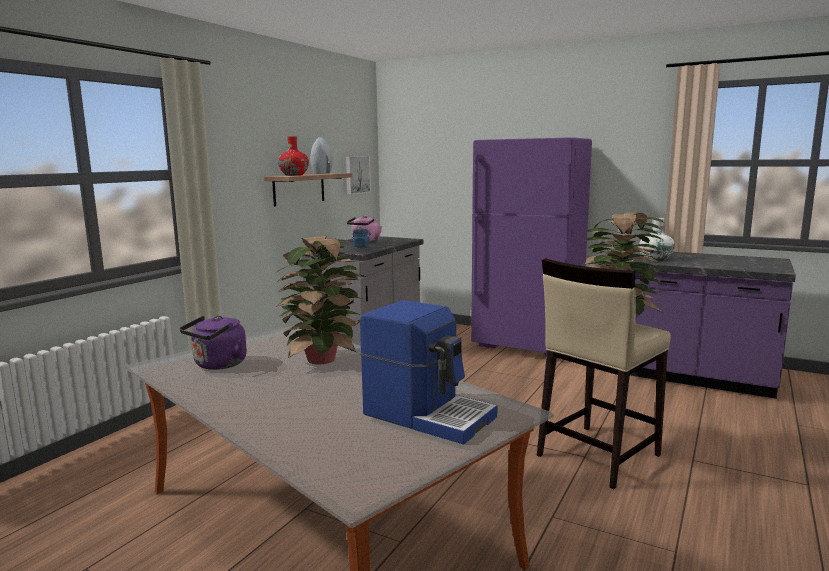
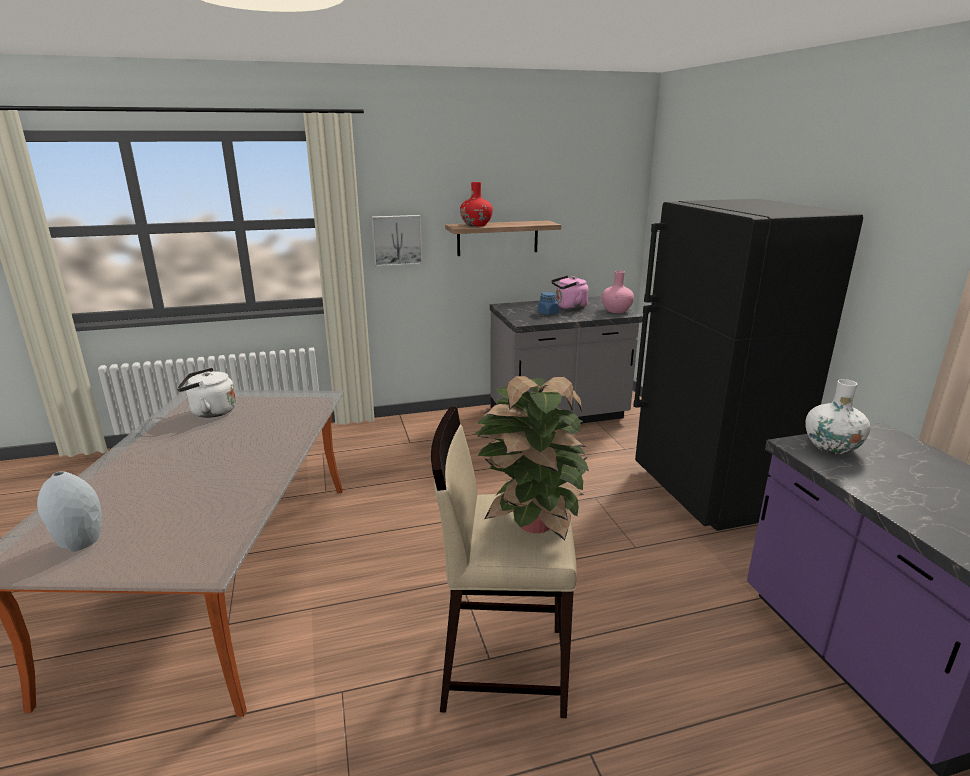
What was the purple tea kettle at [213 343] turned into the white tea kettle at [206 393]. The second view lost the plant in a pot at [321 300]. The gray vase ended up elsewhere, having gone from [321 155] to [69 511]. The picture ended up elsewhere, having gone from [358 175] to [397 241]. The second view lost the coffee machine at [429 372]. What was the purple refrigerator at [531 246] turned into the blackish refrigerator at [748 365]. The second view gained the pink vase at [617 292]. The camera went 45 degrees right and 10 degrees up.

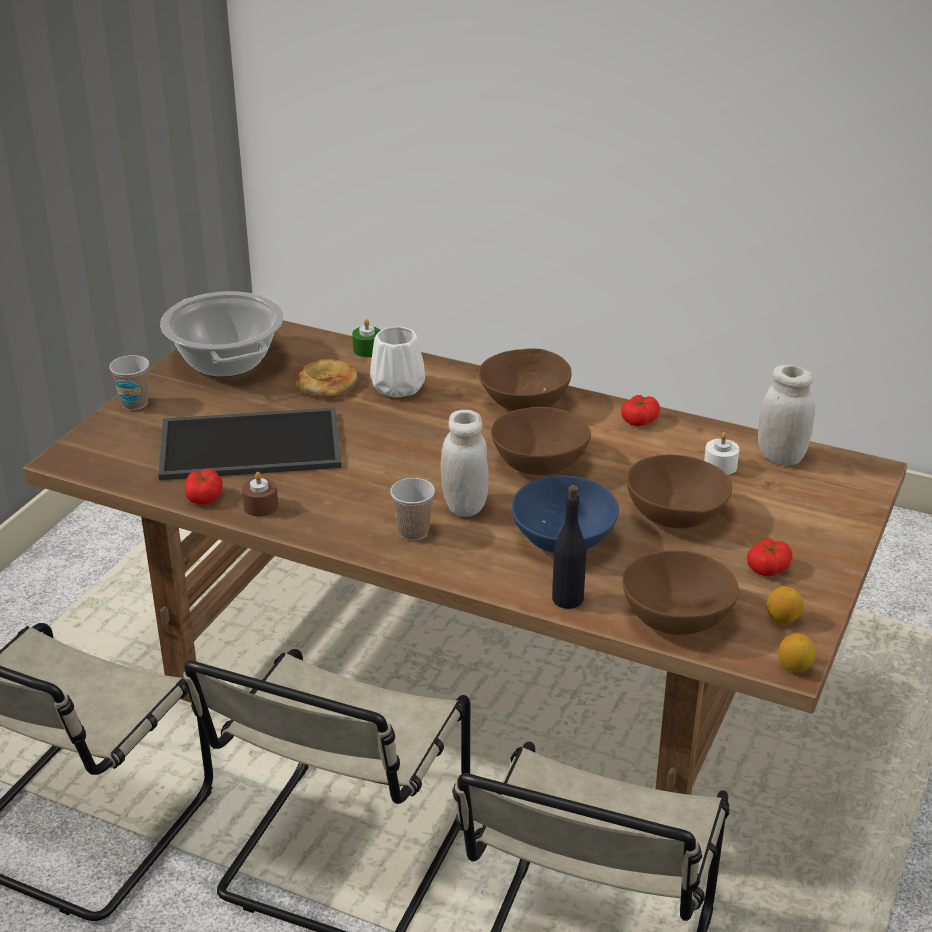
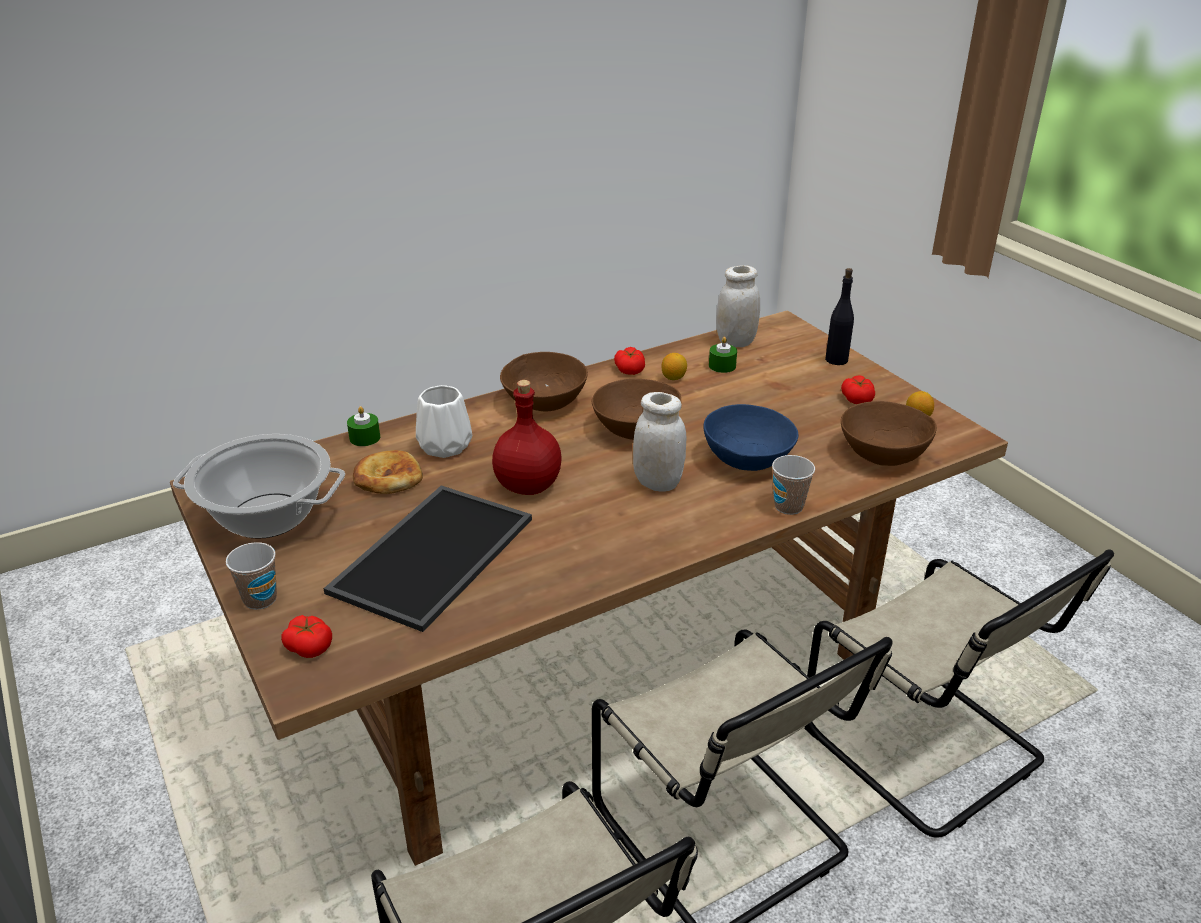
The whole tomato ended up elsewhere, having gone from [204 487] to [306 636]. The second view lost the brown candle at [260 494]. The small cup ended up elsewhere, having gone from [412 509] to [793 485]. The blackish drink bottle ended up elsewhere, having gone from [569 547] to [839 316]. The second view lost the brown serving bowl at [679 491]. What was the white candle at [721 453] turned into the green-coloured candle at [723 355]. The citrus fruit ended up elsewhere, having gone from [797 653] to [674 366]. The second view gained the red-coloured drink bottle at [527 437]. The camera went 55 degrees left and 0 degrees up.

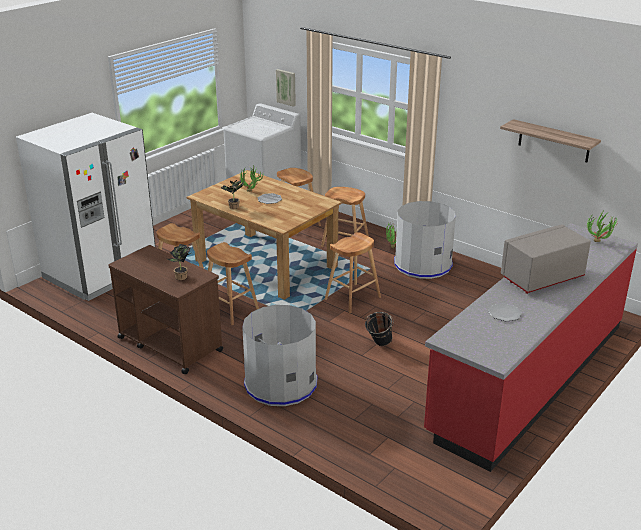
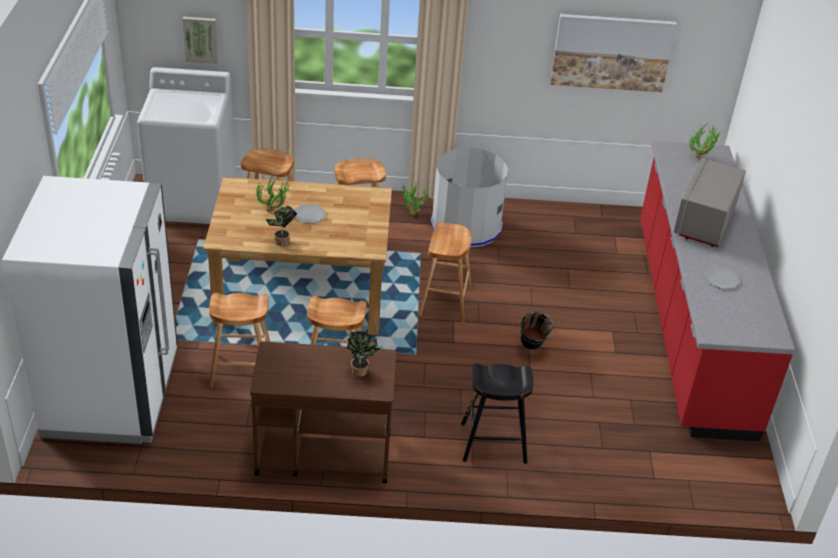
Where the gray waste bin stood at [279 355], the blackish sitting stool came to stand at [497 413]. Where the shelf hung at [550 140], the picture came to hang at [613 53]. The camera went 40 degrees left and 10 degrees up.

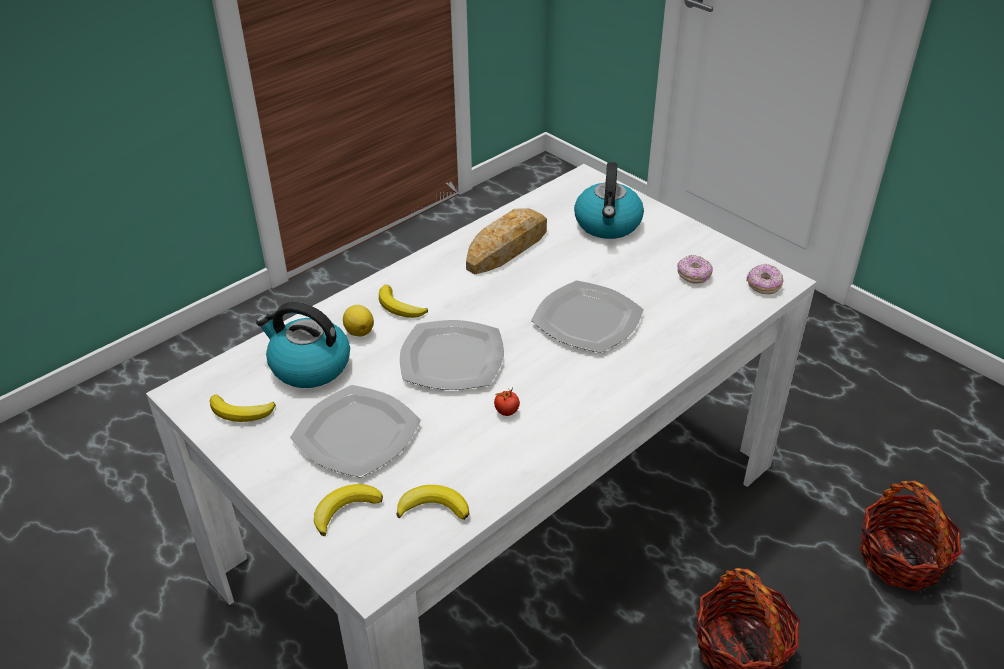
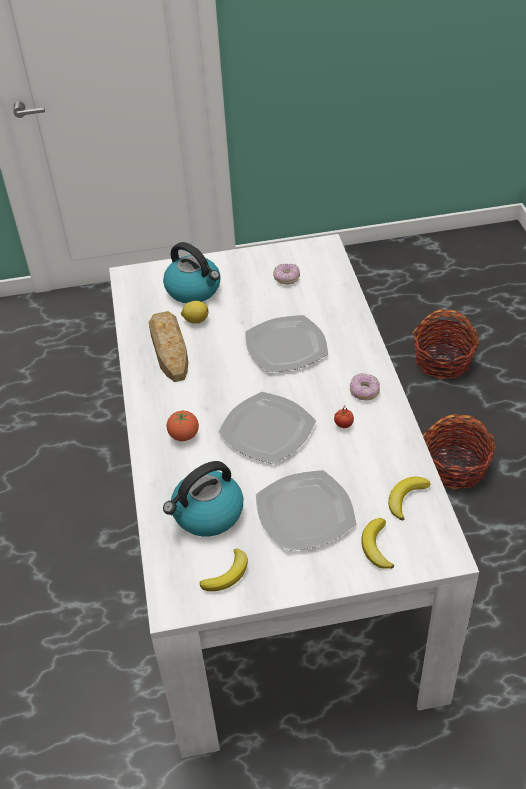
The citrus fruit ended up elsewhere, having gone from [358 321] to [195 312]. Where the banana fruit stood at [403 301], the whole tomato came to stand at [183 426]. The doughnut ended up elsewhere, having gone from [764 279] to [365 386]. The camera went 55 degrees left and 5 degrees up.

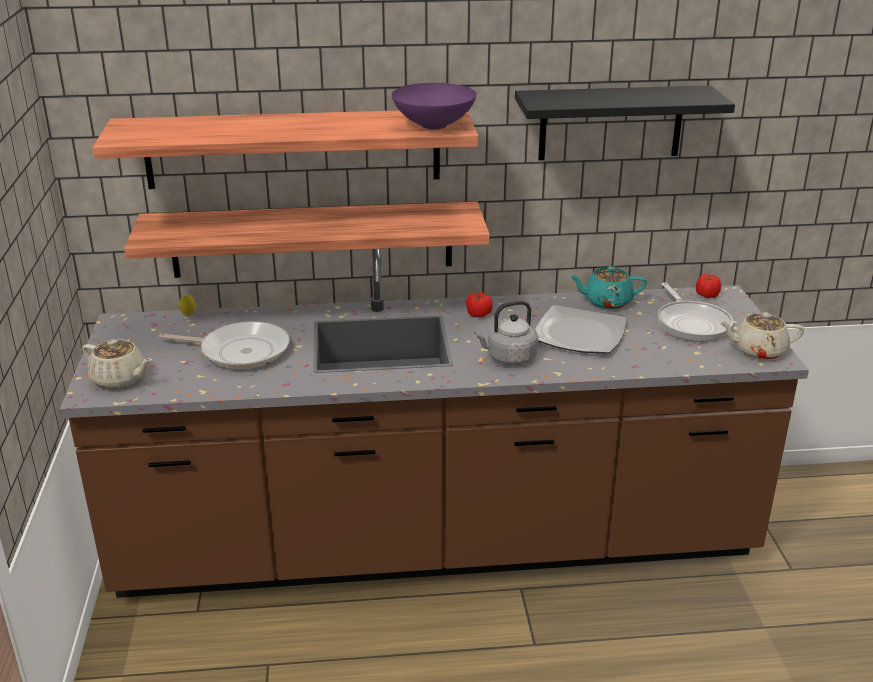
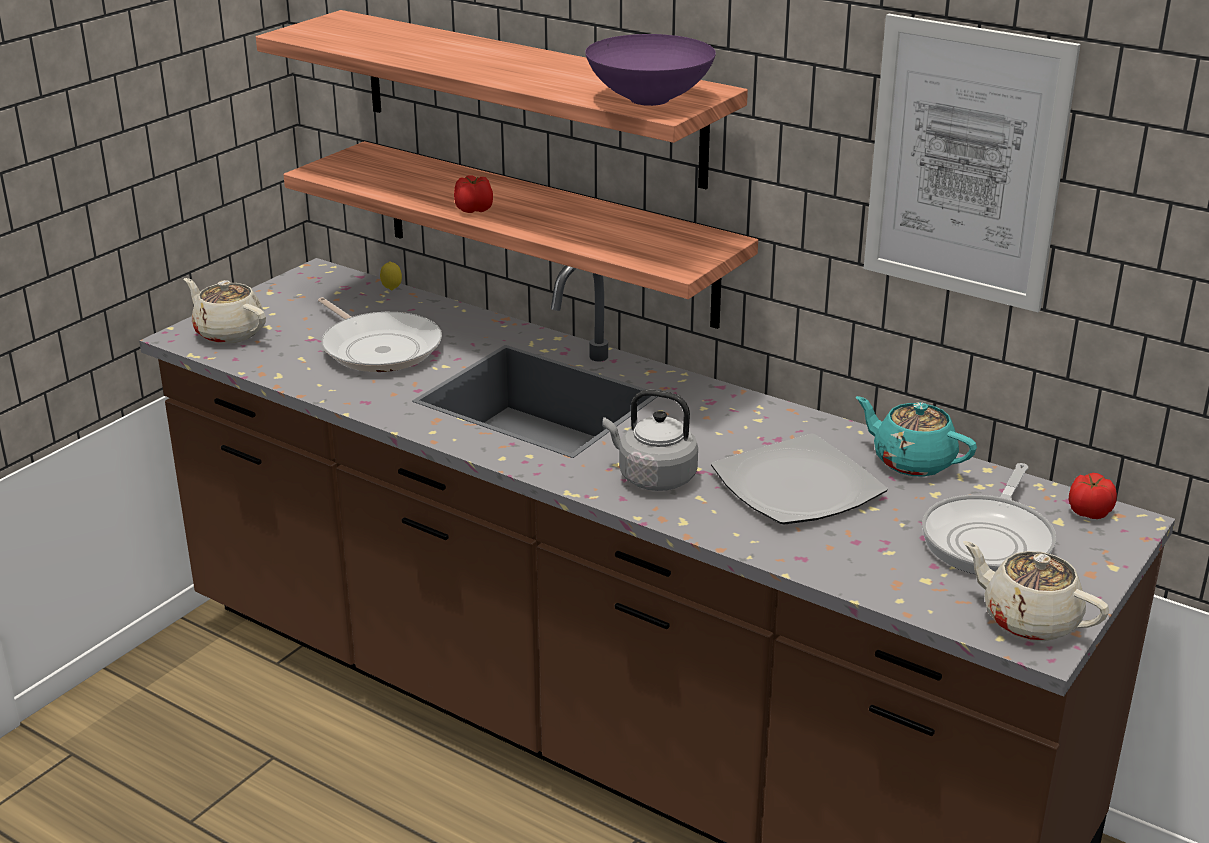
The beige-coloured pot for tea at [117 364] ended up facing another way, 150 degrees clockwise from before. The whole tomato ended up elsewhere, having gone from [479 305] to [473 194]. Where the blackish shelf hung at [625 122], the picture came to hang at [972 163]. The camera went 40 degrees right and 0 degrees up.

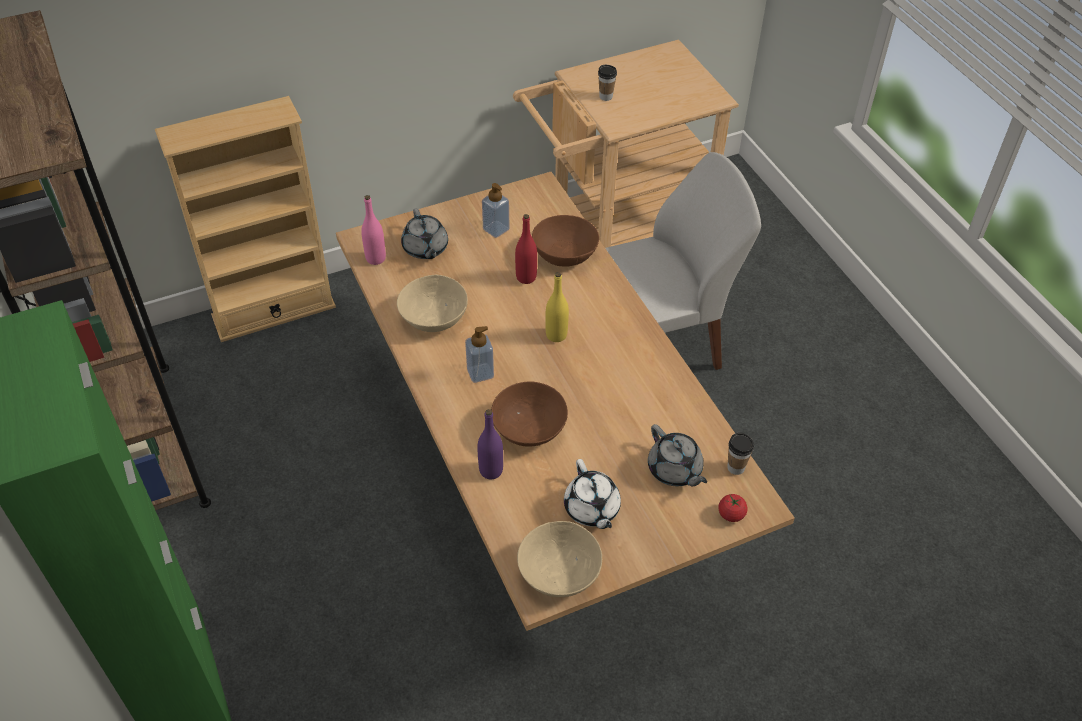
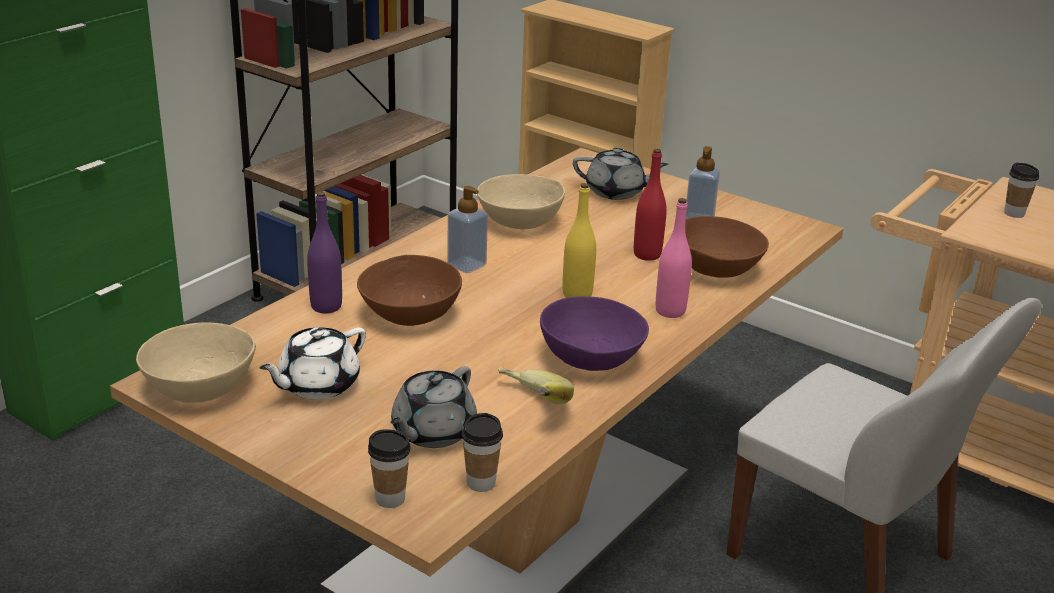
The pink drink bottle ended up elsewhere, having gone from [373 230] to [674 258]. The gray pot for tea at [424 233] ended up facing another way, 120 degrees counterclockwise from before. Where the whole tomato stood at [733 508], the small cup came to stand at [389 468]. The second view gained the banana fruit at [536 385]. The second view gained the purple serving bowl at [594 333]. The camera went 60 degrees right and 20 degrees down.

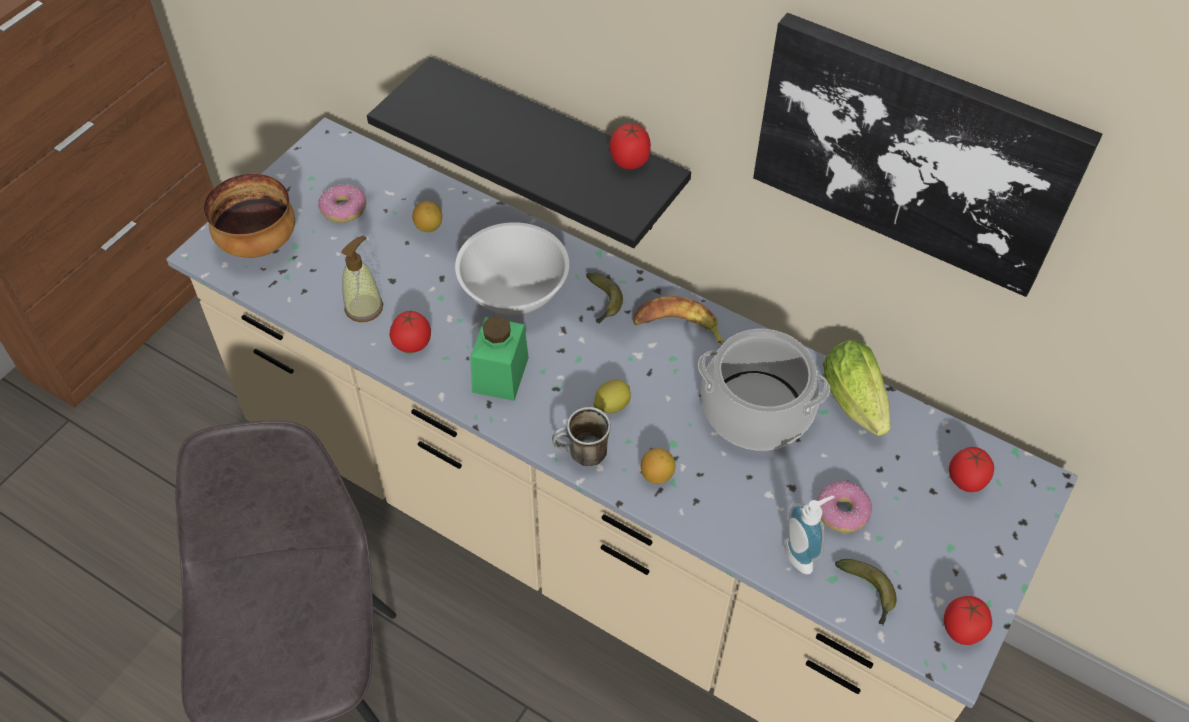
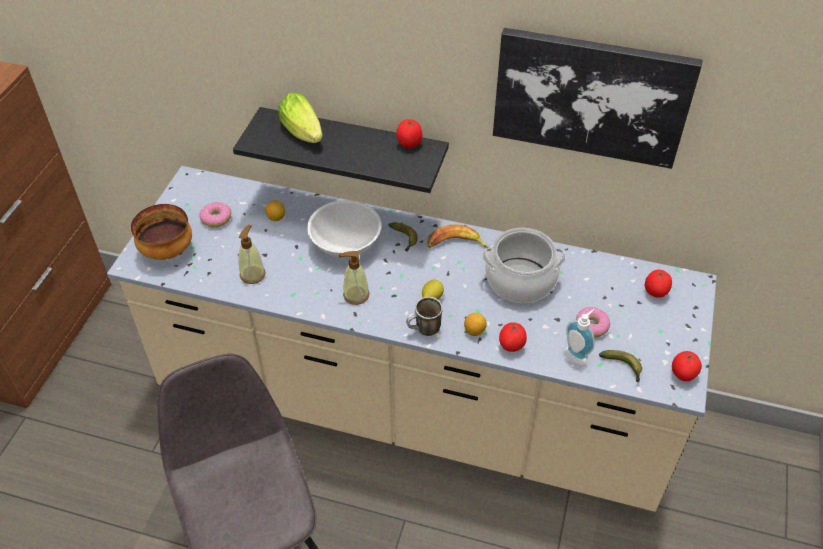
The whole tomato ended up elsewhere, having gone from [410 332] to [513 337]. Where the green-coloured preserve jar stood at [499 358], the liquid soap bottle came to stand at [354 278]. The head of lettuce ended up elsewhere, having gone from [857 388] to [300 117]. The camera went 15 degrees left and 5 degrees down.

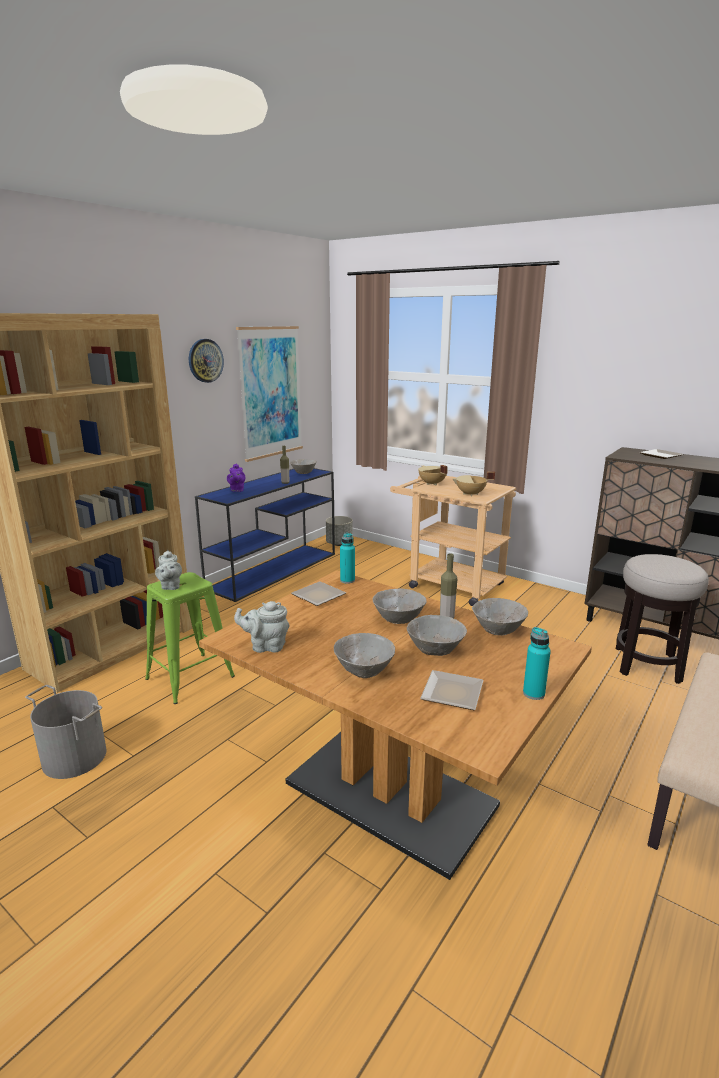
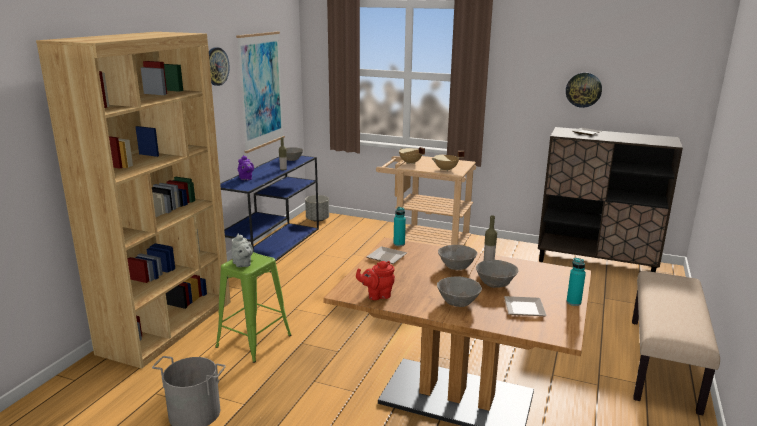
What was the gray pot for tea at [262 627] turned into the red-coloured pot for tea at [375 280]. The second view lost the gray serving bowl at [500 616]. The second view lost the sitting stool at [662 619]. The second view gained the wall clock at [584 90]. The camera went 15 degrees left and 0 degrees up.

